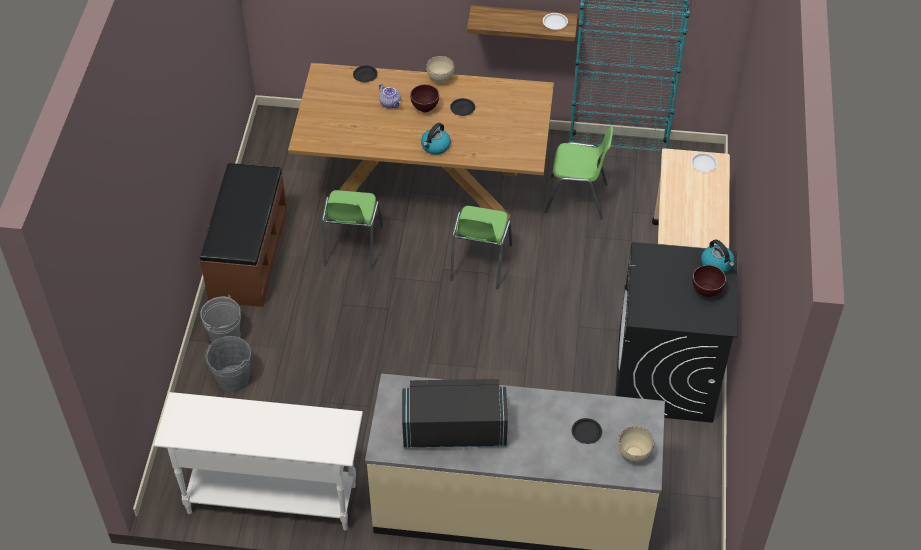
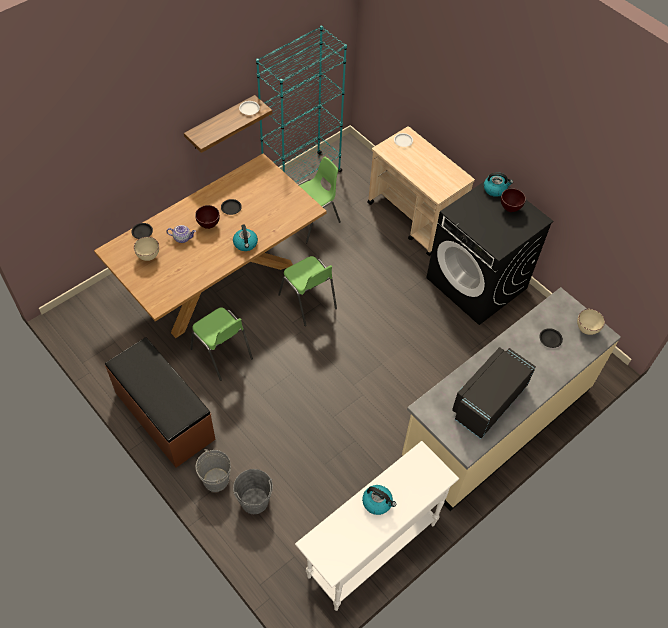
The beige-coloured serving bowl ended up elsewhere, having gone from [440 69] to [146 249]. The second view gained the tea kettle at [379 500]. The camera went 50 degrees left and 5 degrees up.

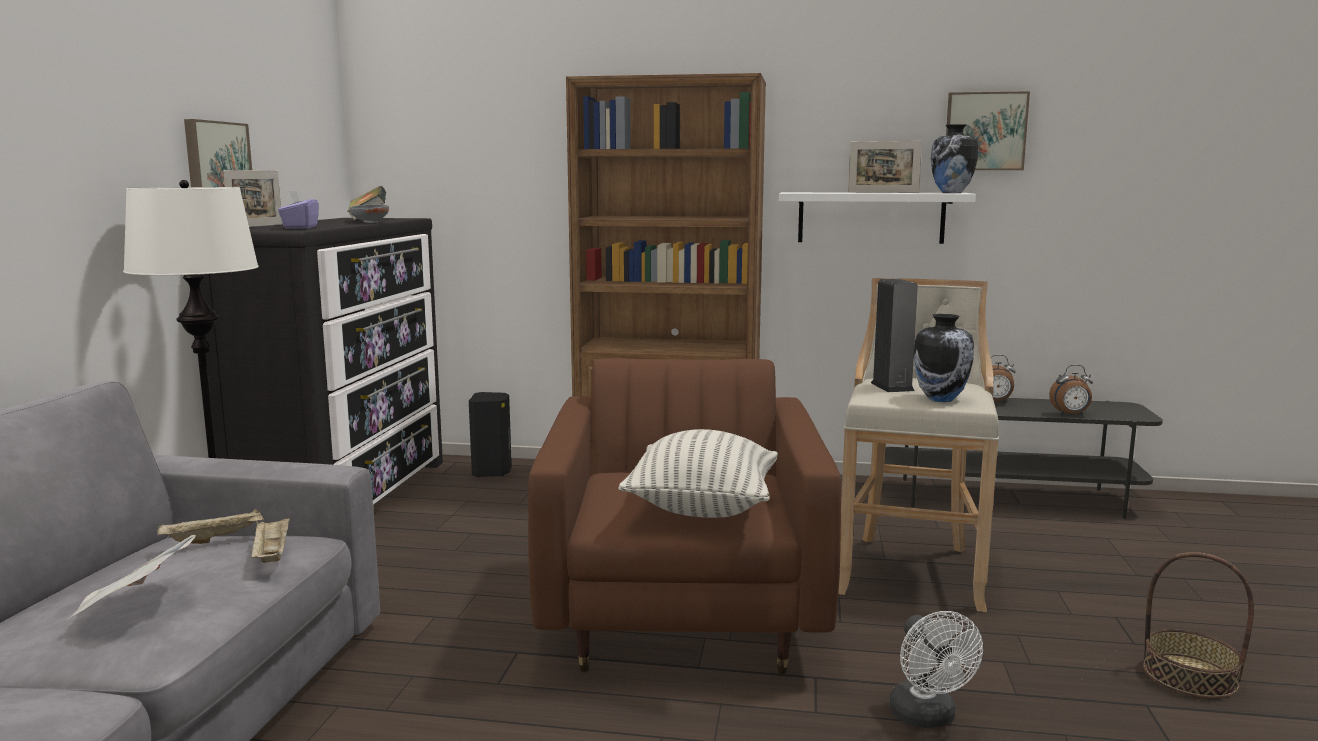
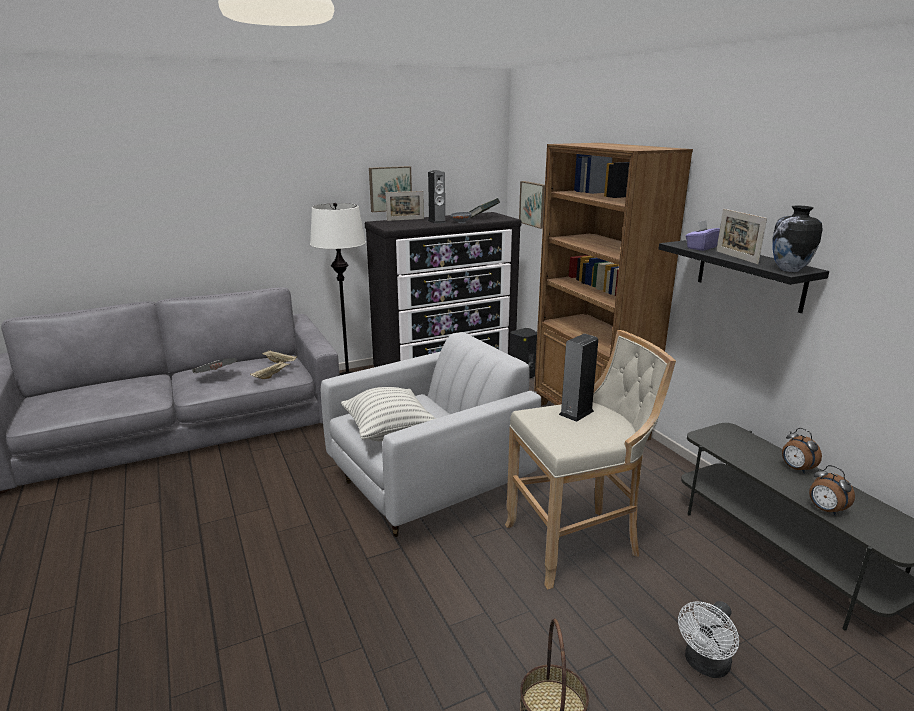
The purple tissue holder ended up elsewhere, having gone from [298 209] to [703 235]. What was the brown armchair at [684 516] turned into the white armchair at [431 434]. What was the white shelf at [877 218] turned into the blackish shelf at [744 276]. The white electric fan ended up elsewhere, having gone from [936 669] to [708 639]. The second view lost the vase at [943 358]. The picture ended up elsewhere, having gone from [988 130] to [532 205]. The second view gained the speaker at [437 197]. The camera went 55 degrees right and 10 degrees up.

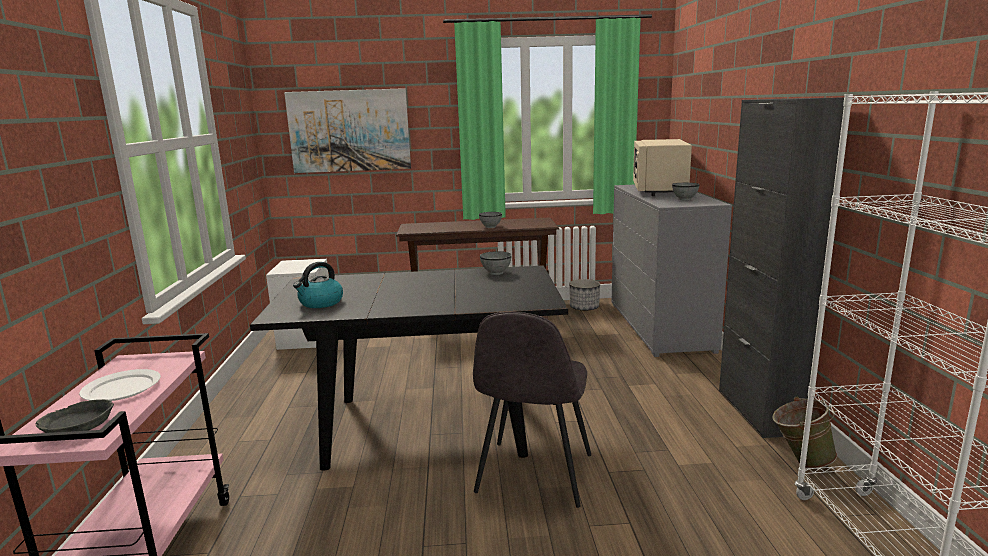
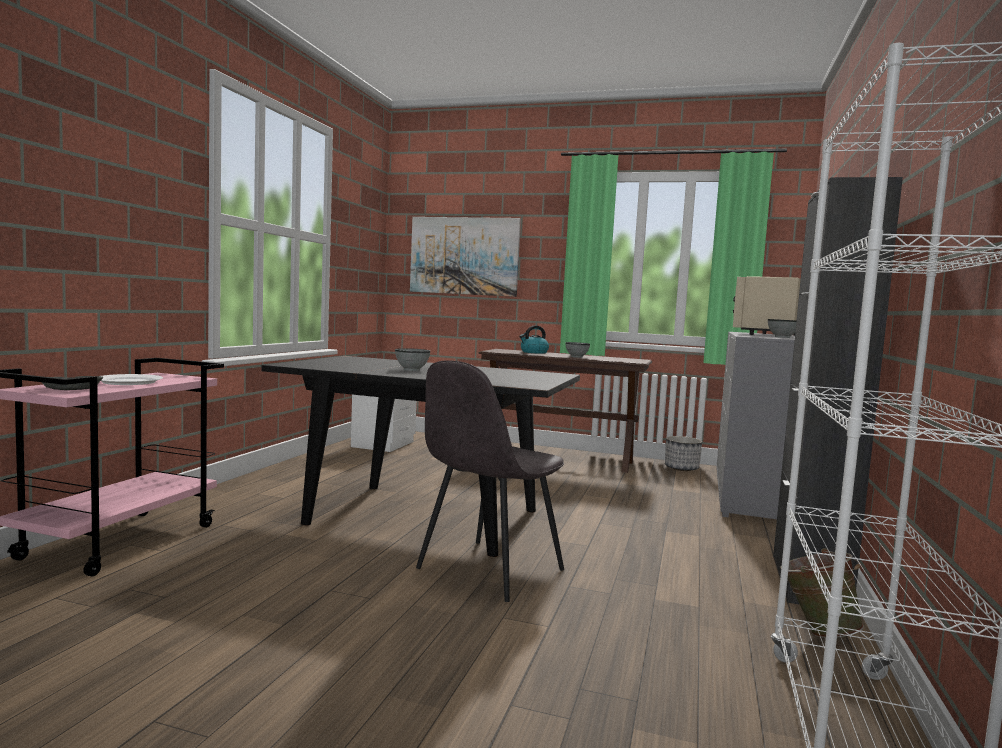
The tea kettle ended up elsewhere, having gone from [318 285] to [534 340]. The gray serving bowl ended up elsewhere, having gone from [496 263] to [412 359]. The camera went 20 degrees right and 10 degrees down.

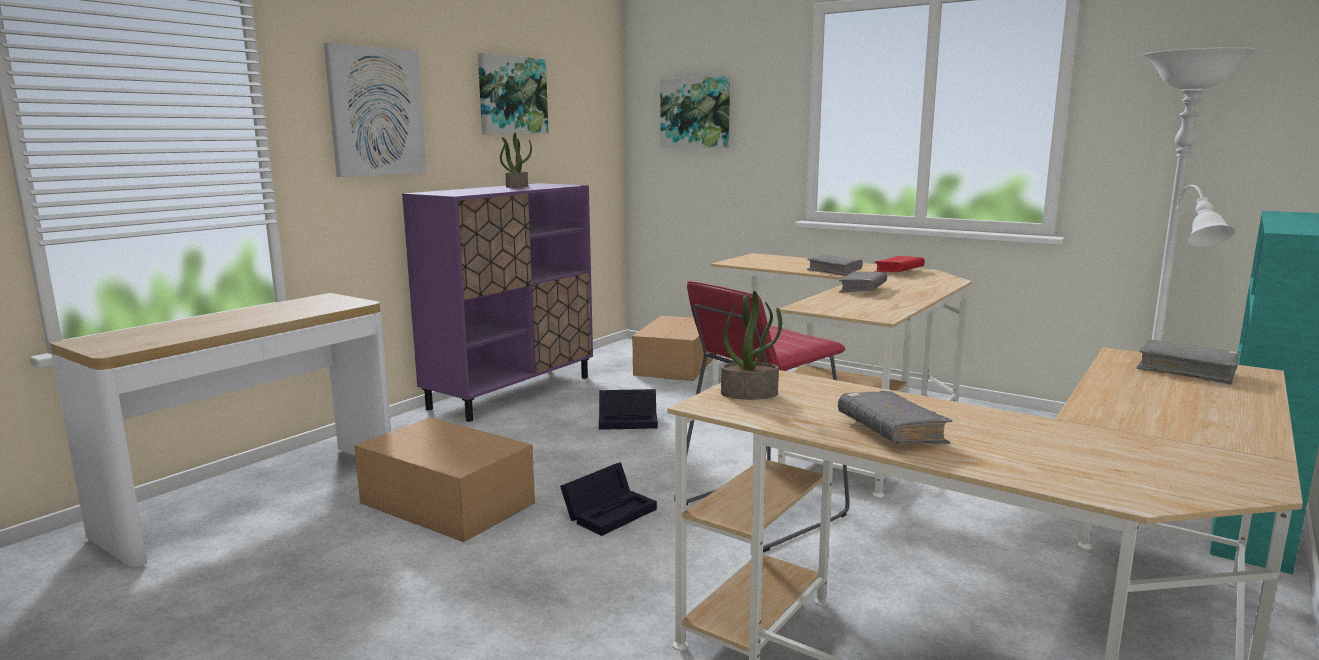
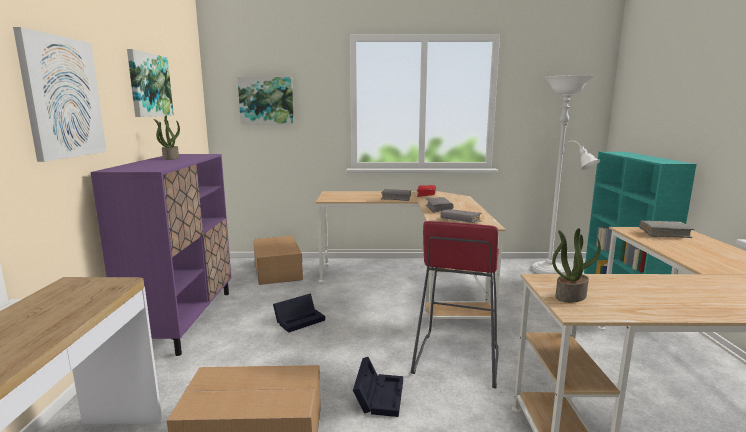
The gray bound book ended up elsewhere, having gone from [895 418] to [461 216]. The camera went 35 degrees left and 0 degrees up.

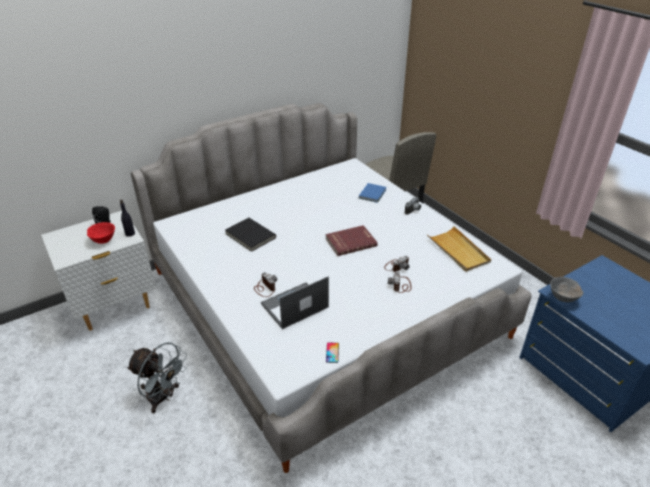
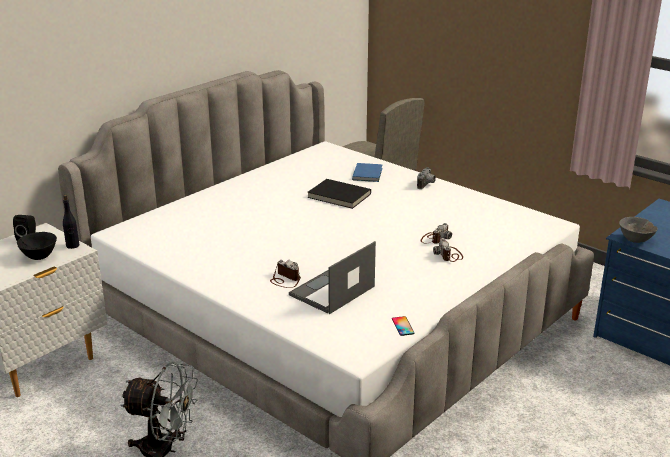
What was the red-coloured serving bowl at [101 233] turned into the blackish serving bowl at [37 246]. The blackish bound book ended up elsewhere, having gone from [250 235] to [339 194]. The second view lost the red-coloured bound book at [351 240]. The second view lost the beige-coloured tray at [459 249]. The camera went 15 degrees left and 10 degrees down.

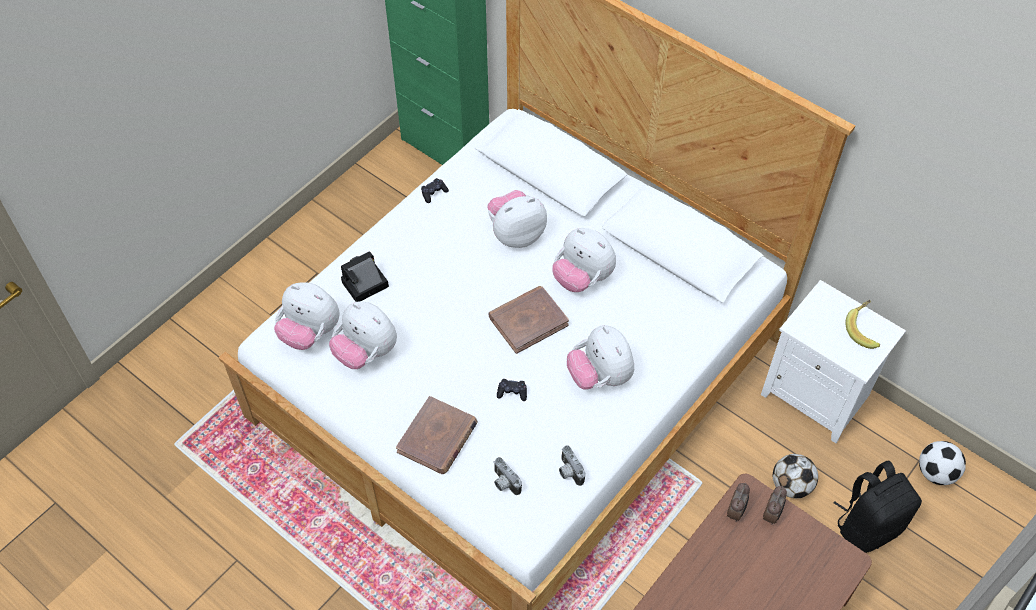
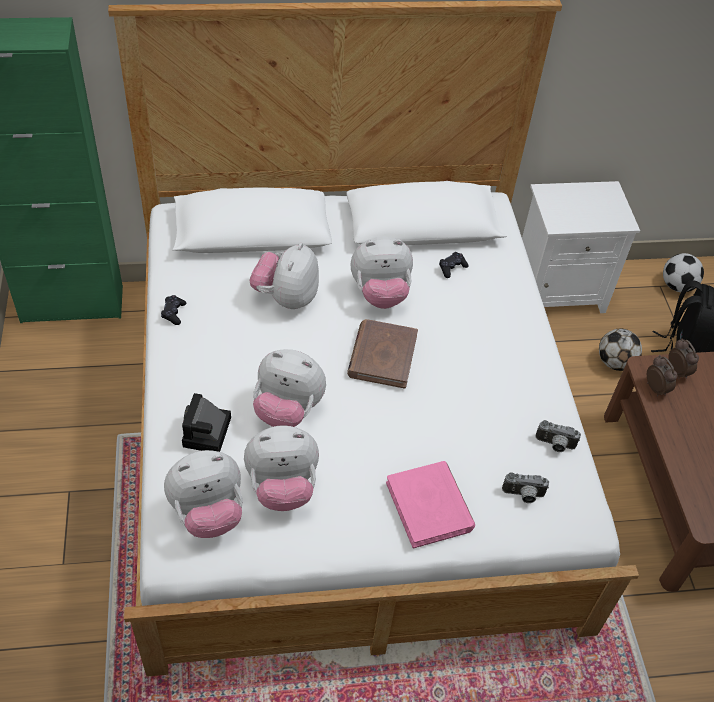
What was the brown bound book at [437 435] turned into the pink bound book at [430 504]. The blackish gamepad ended up elsewhere, having gone from [512 390] to [454 265]. The cuddly toy ended up elsewhere, having gone from [600 357] to [289 388]. The second view lost the banana fruit at [863 324]. The camera went 50 degrees left and 5 degrees down.

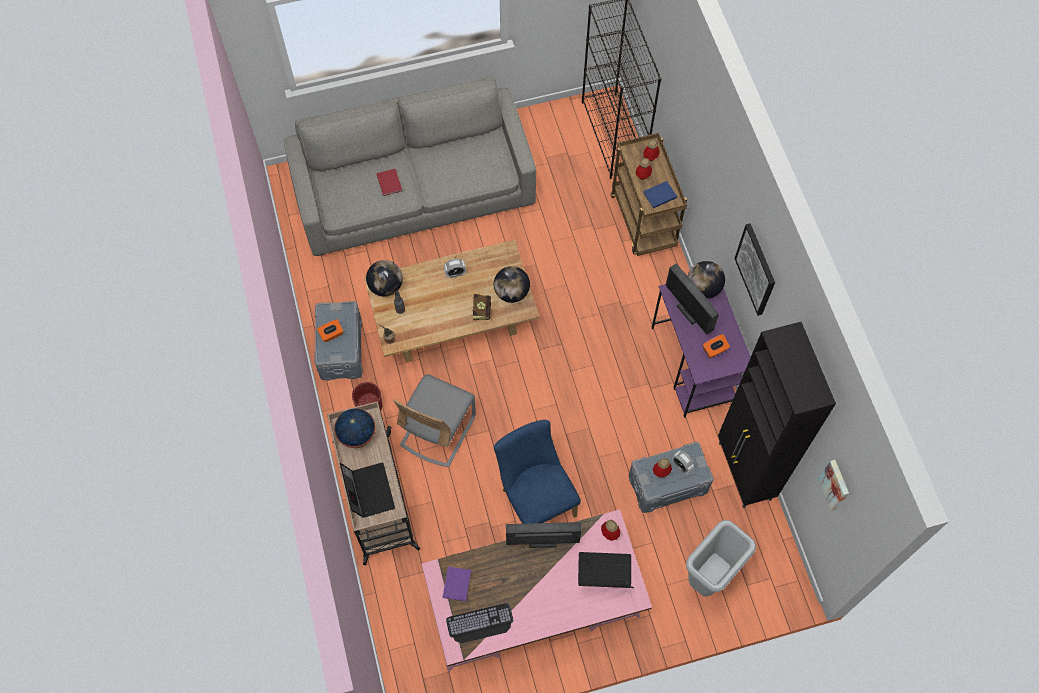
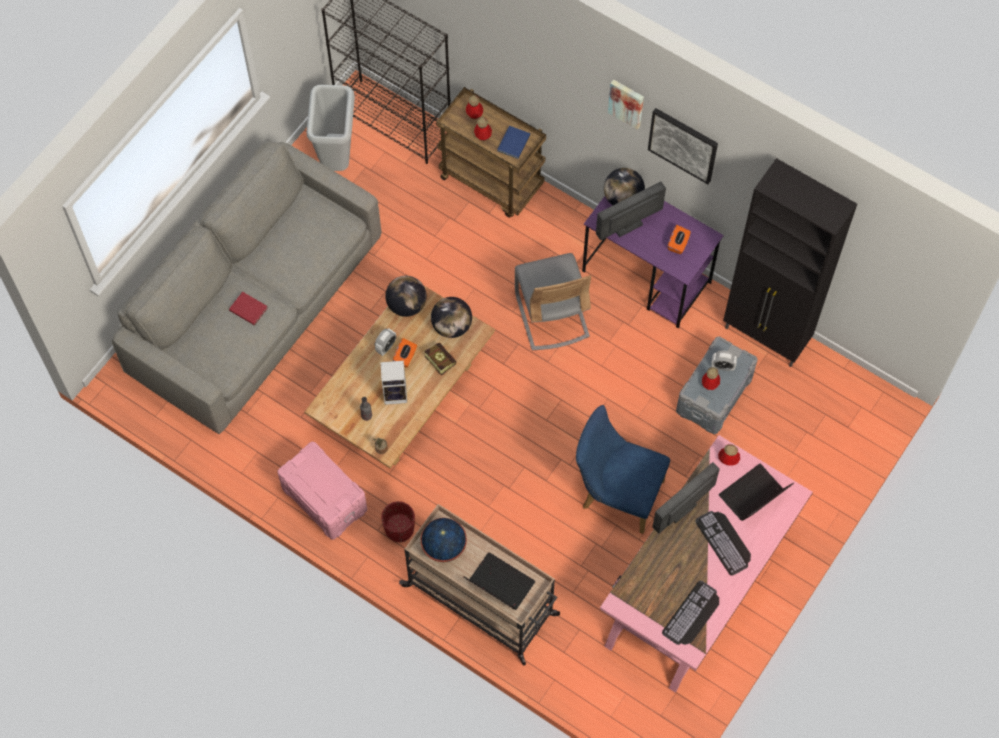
What was the gray storage container at [338 341] turned into the pink storage container at [322 491]. The orange tissue holder ended up elsewhere, having gone from [330 330] to [405 353]. The world globe ended up elsewhere, having gone from [384 278] to [406 296]. The gray upright chair ended up elsewhere, having gone from [434 420] to [553 301]. The second view lost the purple bound book at [457 584]. The computer display at [692 299] ended up facing another way, 135 degrees clockwise from before. The gray waste bin ended up elsewhere, having gone from [721 558] to [331 128]. The picture ended up elsewhere, having gone from [833 485] to [626 104]. The second view gained the speaker at [393 383]. The second view gained the keyboard at [723 543]. The camera went 40 degrees left and 0 degrees up.

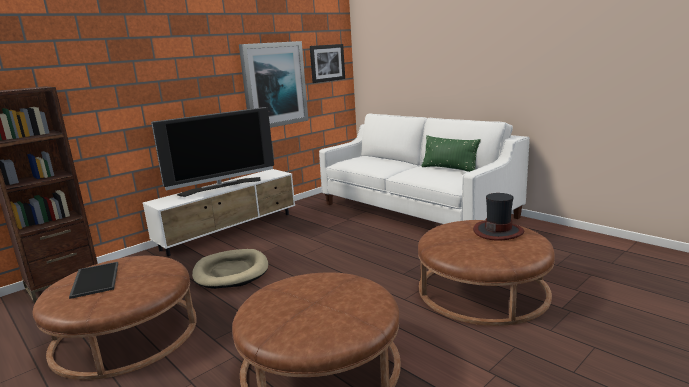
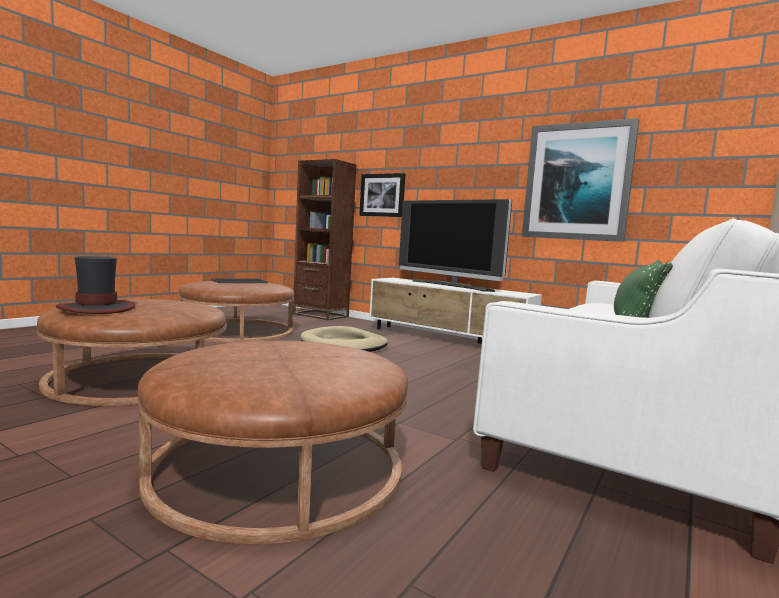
The picture ended up elsewhere, having gone from [327 63] to [382 195]. The wearable hat ended up elsewhere, having gone from [498 217] to [95 285]. The camera went 75 degrees right and 10 degrees down.

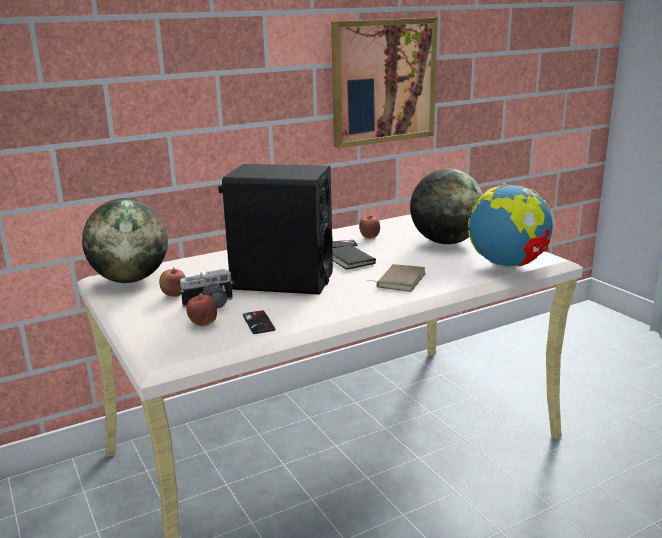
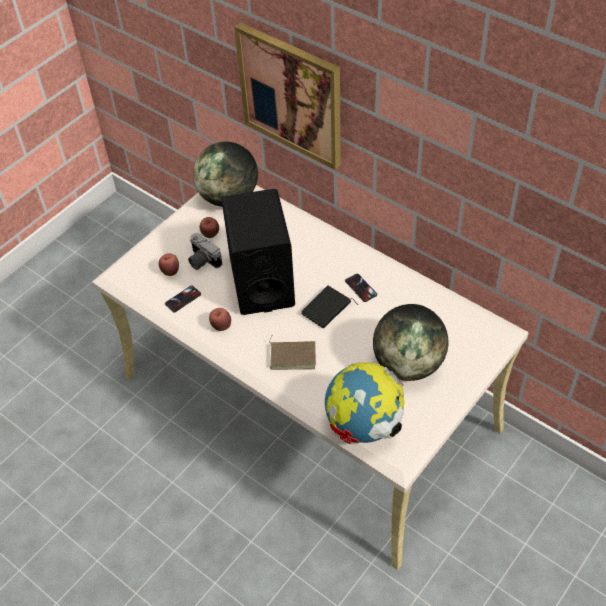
The picture ended up elsewhere, having gone from [384 83] to [287 96]. The apple ended up elsewhere, having gone from [369 227] to [220 319]. The camera went 70 degrees right and 30 degrees up.

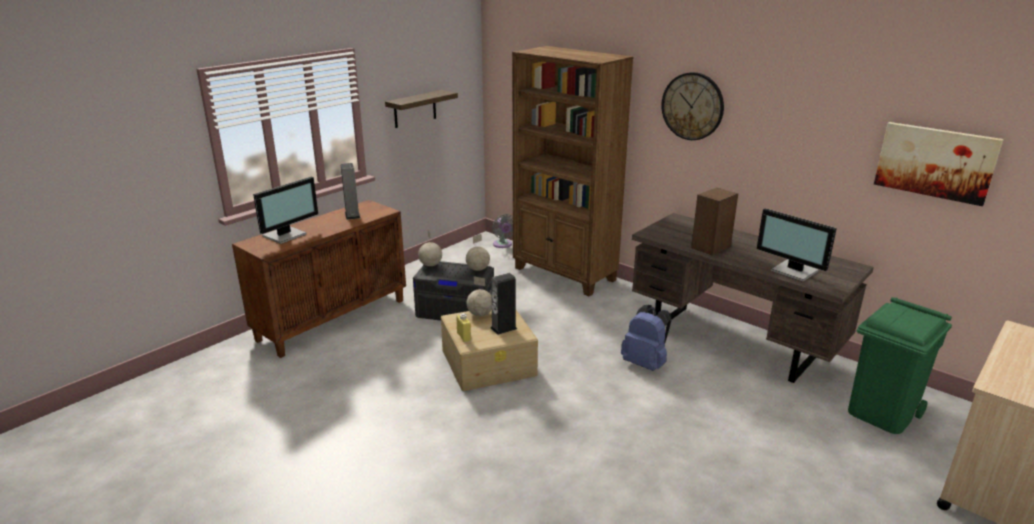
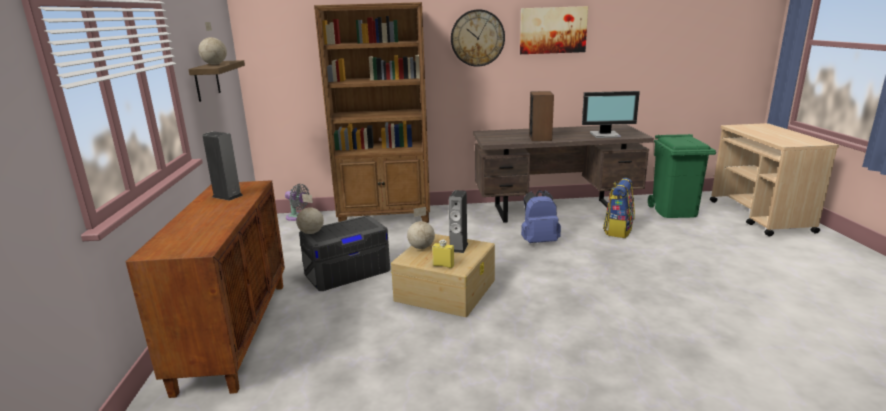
The second view lost the computer display at [285 210]. The world globe ended up elsewhere, having gone from [478 252] to [212 43]. The picture ended up elsewhere, having gone from [939 164] to [554 30]. The second view gained the backpack at [619 208]. The camera went 45 degrees left and 5 degrees down.

